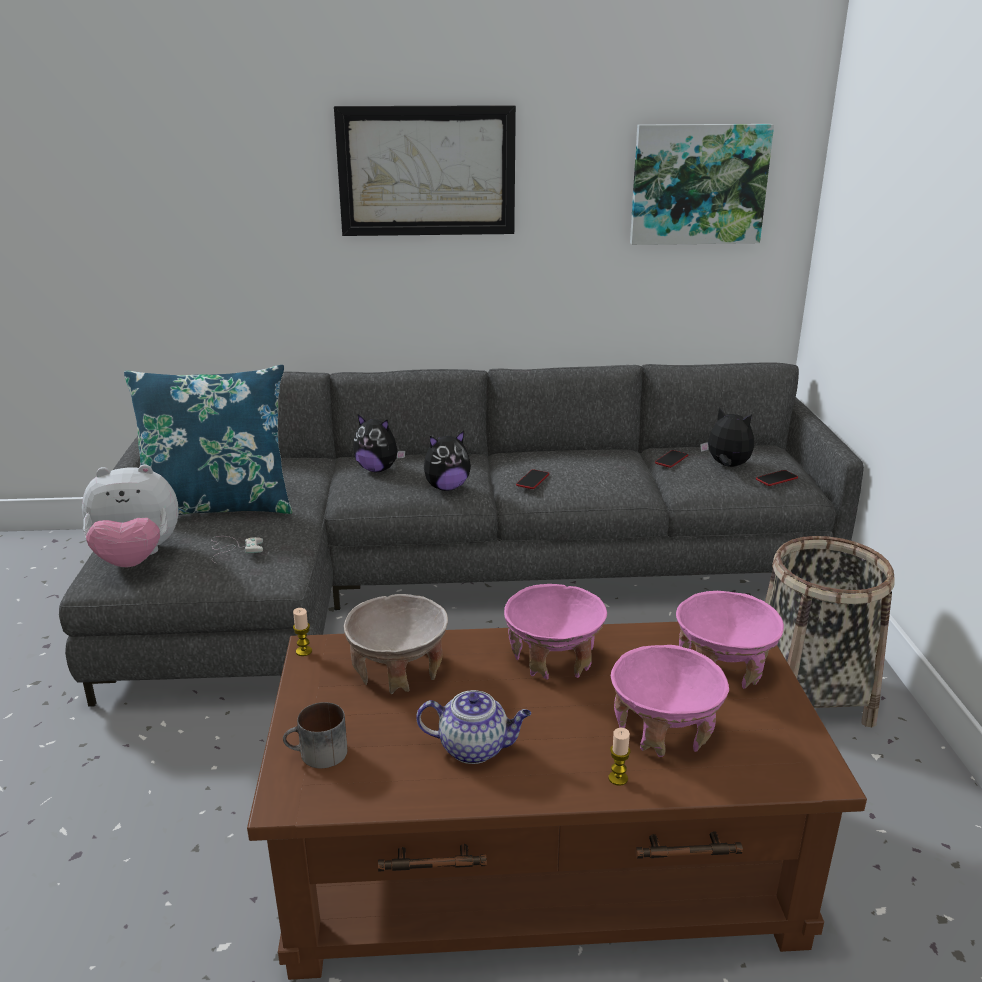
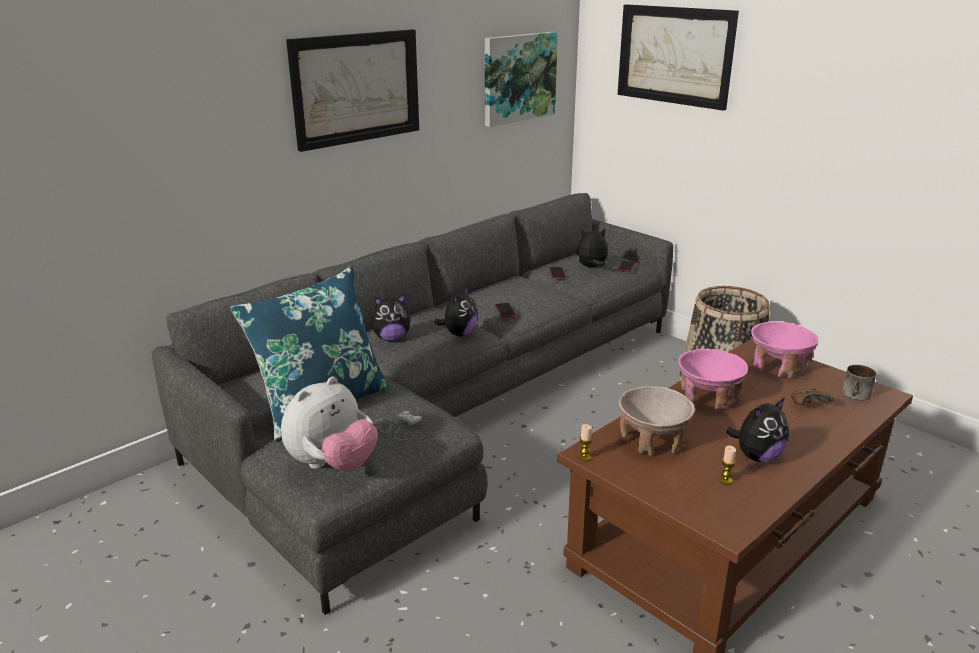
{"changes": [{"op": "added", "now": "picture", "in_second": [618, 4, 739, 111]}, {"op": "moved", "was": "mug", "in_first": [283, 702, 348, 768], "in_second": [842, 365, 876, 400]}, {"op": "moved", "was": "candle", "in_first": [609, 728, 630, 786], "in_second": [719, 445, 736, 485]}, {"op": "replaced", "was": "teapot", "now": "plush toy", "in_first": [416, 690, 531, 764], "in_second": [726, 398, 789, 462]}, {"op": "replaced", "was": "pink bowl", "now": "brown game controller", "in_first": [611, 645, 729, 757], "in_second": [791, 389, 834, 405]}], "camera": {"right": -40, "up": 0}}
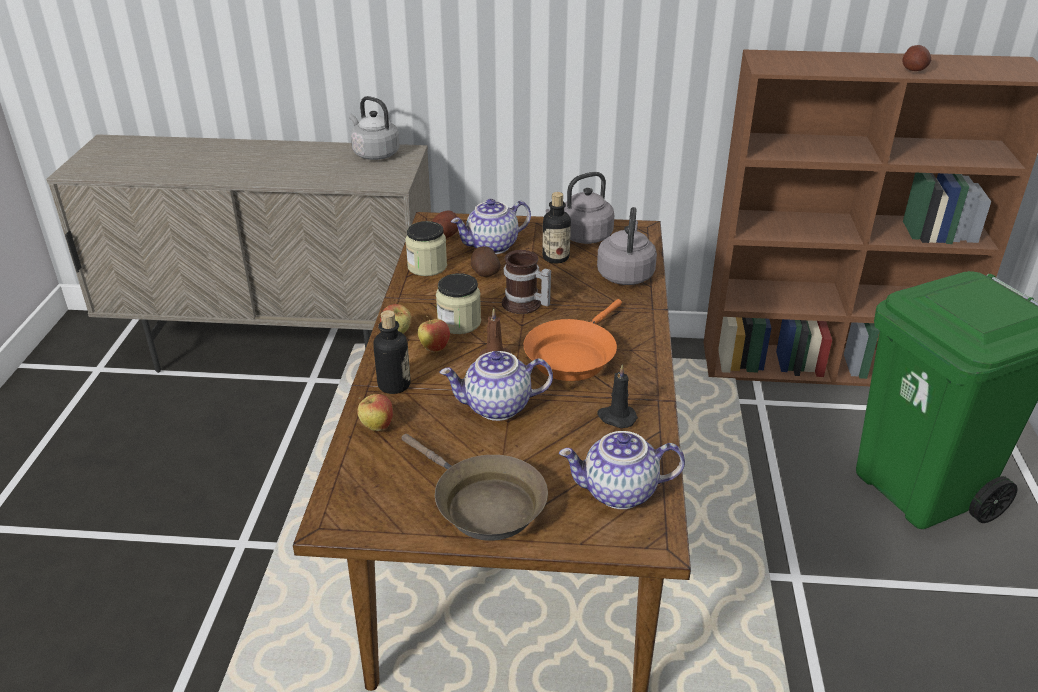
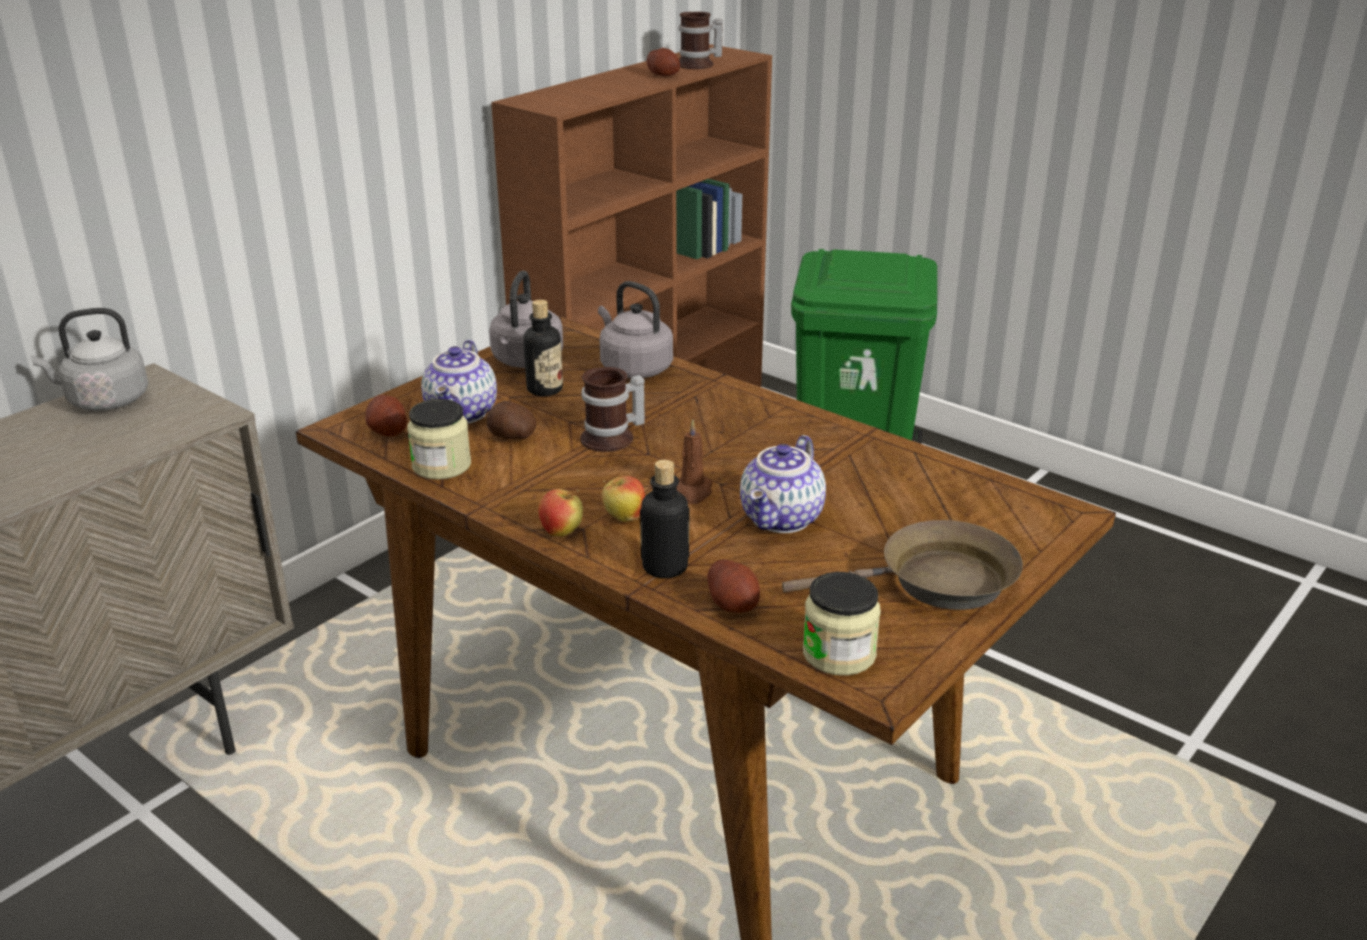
{"changes": [{"op": "removed", "was": "orange frying pan", "in_first": [524, 299, 622, 381]}, {"op": "removed", "was": "teapot", "in_first": [559, 431, 685, 509]}, {"op": "removed", "was": "black candle", "in_first": [597, 365, 638, 428]}, {"op": "added", "now": "mug", "in_second": [679, 12, 723, 69]}, {"op": "moved", "was": "jar", "in_first": [436, 273, 481, 334], "in_second": [803, 572, 881, 676]}, {"op": "replaced", "was": "apple", "now": "potato", "in_first": [357, 394, 393, 431], "in_second": [707, 559, 760, 613]}], "camera": {"right": -55, "up": -5}}
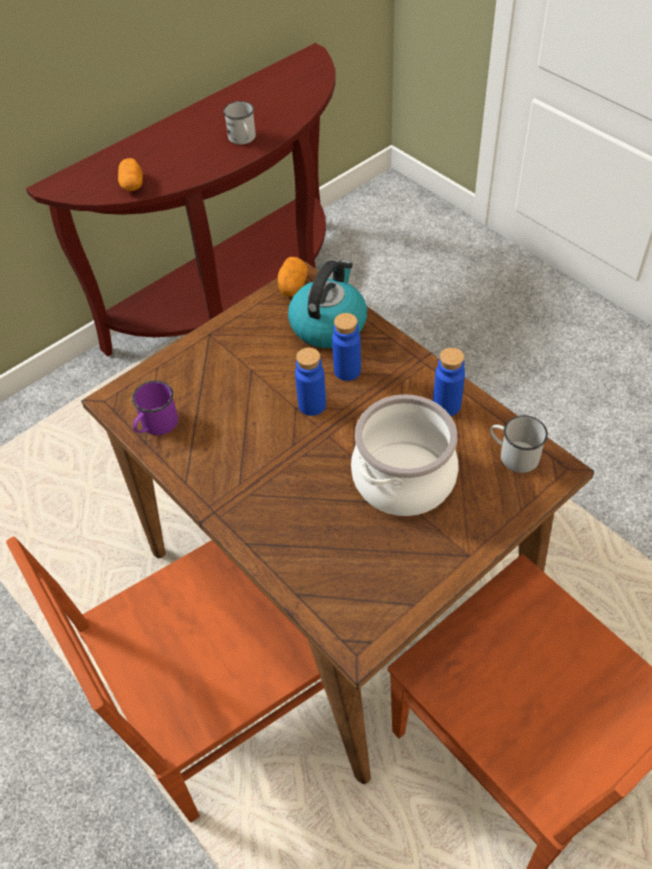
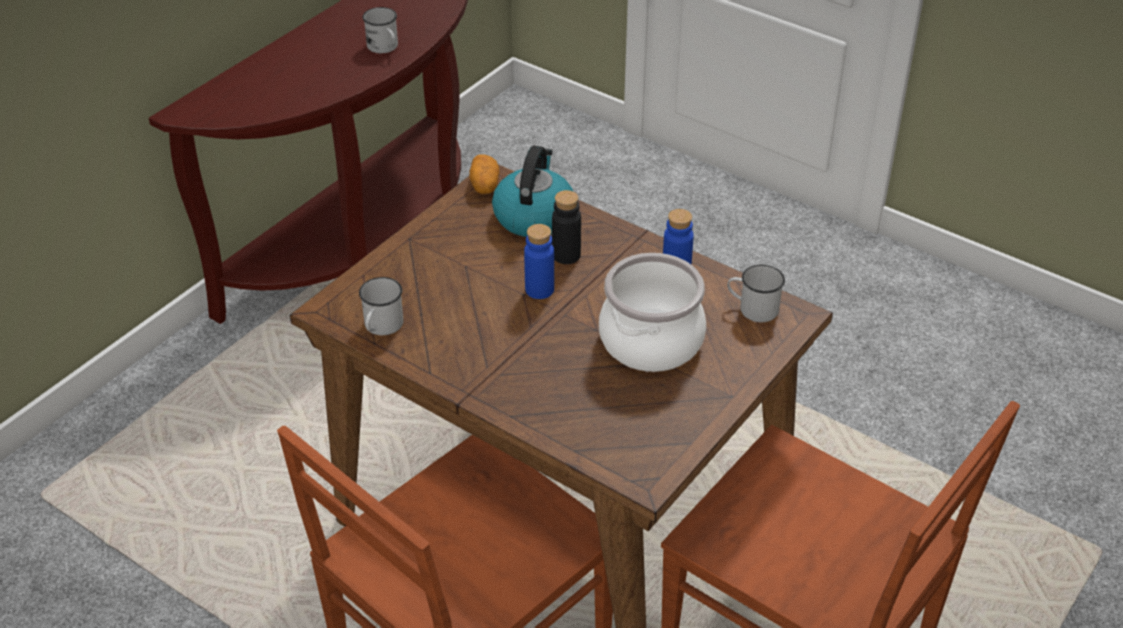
{"changes": [{"op": "removed", "was": "potato", "in_first": [118, 158, 143, 191]}, {"op": "recoloured", "was": "purple mug", "now": "white mug", "in_first": [132, 380, 178, 435], "in_second": [359, 277, 404, 335]}, {"op": "recoloured", "was": "blue bottle", "now": "black bottle", "in_first": [332, 313, 361, 381], "in_second": [552, 190, 581, 264]}], "camera": {"right": -15, "up": -10}}
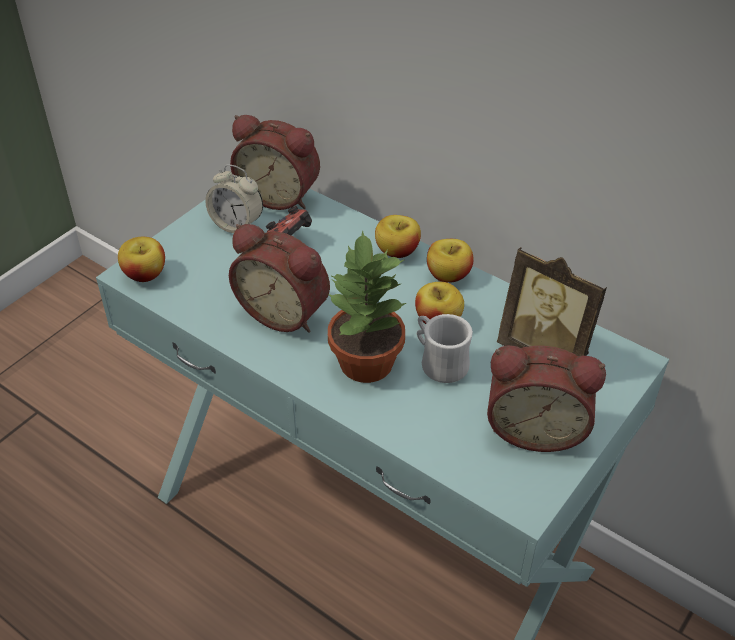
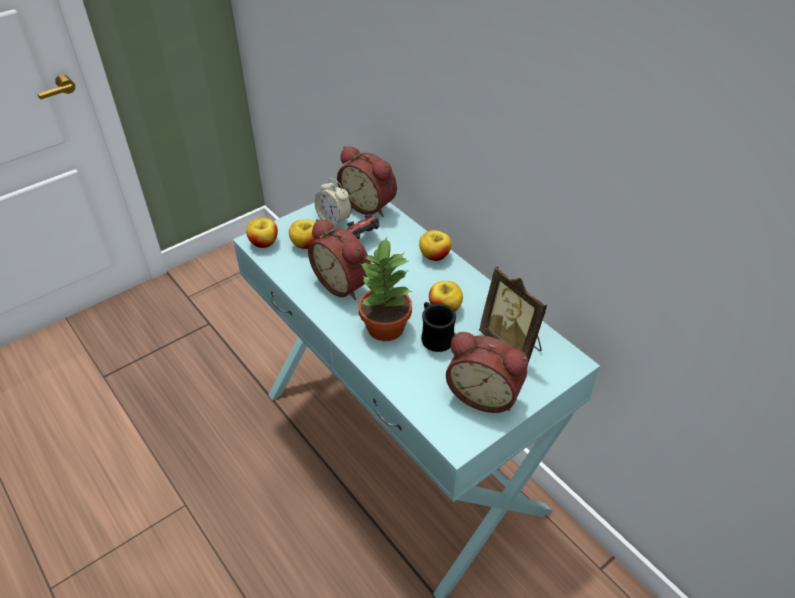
{"changes": [{"op": "moved", "was": "apple", "in_first": [427, 239, 474, 283], "in_second": [289, 219, 320, 249]}, {"op": "recoloured", "was": "white mug", "now": "black mug", "in_first": [417, 314, 473, 383], "in_second": [421, 302, 456, 352]}], "camera": {"right": 15, "up": 0}}
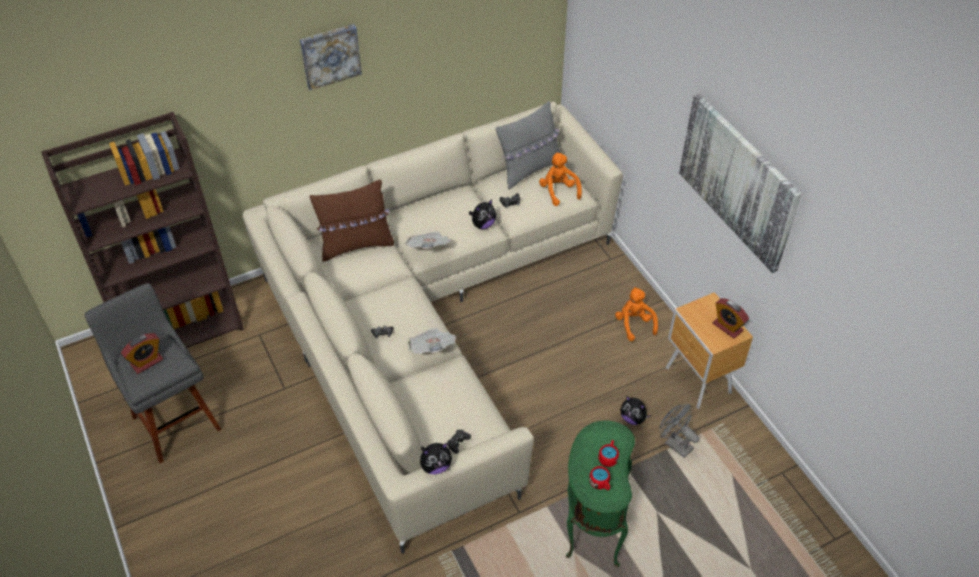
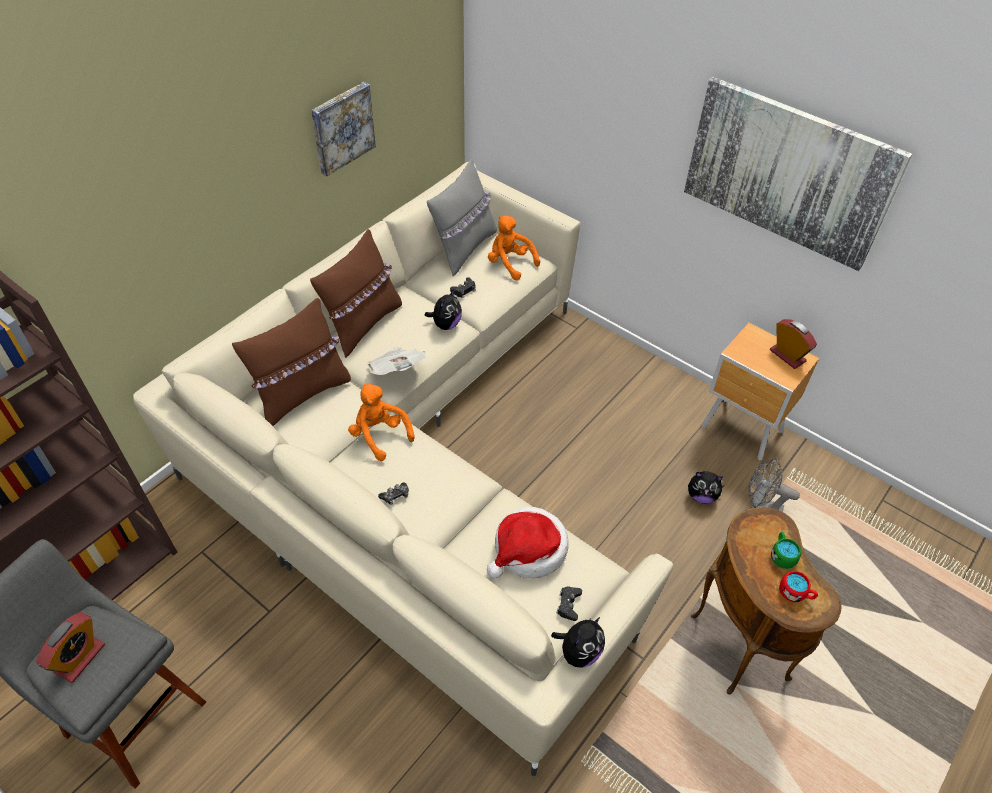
{"changes": [{"op": "removed", "was": "newspaper", "in_first": [407, 327, 456, 354]}, {"op": "added", "now": "brown pillow", "in_second": [310, 229, 402, 358]}, {"op": "added", "now": "hat", "in_second": [487, 507, 569, 579]}, {"op": "moved", "was": "picture", "in_first": [300, 24, 362, 90], "in_second": [311, 82, 376, 176]}, {"op": "moved", "was": "orange plush toy", "in_first": [615, 287, 658, 341], "in_second": [348, 383, 414, 461]}, {"op": "recoloured", "was": "green side table", "now": "brown side table", "in_first": [566, 421, 635, 567], "in_second": [691, 507, 841, 694]}, {"op": "recoloured", "was": "red mug", "now": "green mug", "in_first": [598, 440, 619, 467], "in_second": [771, 532, 801, 569]}, {"op": "turned", "was": "alarm clock", "in_first": [713, 298, 749, 339], "in_second": [770, 319, 817, 369], "clockwise": -150}], "camera": {"right": -25, "up": 0}}
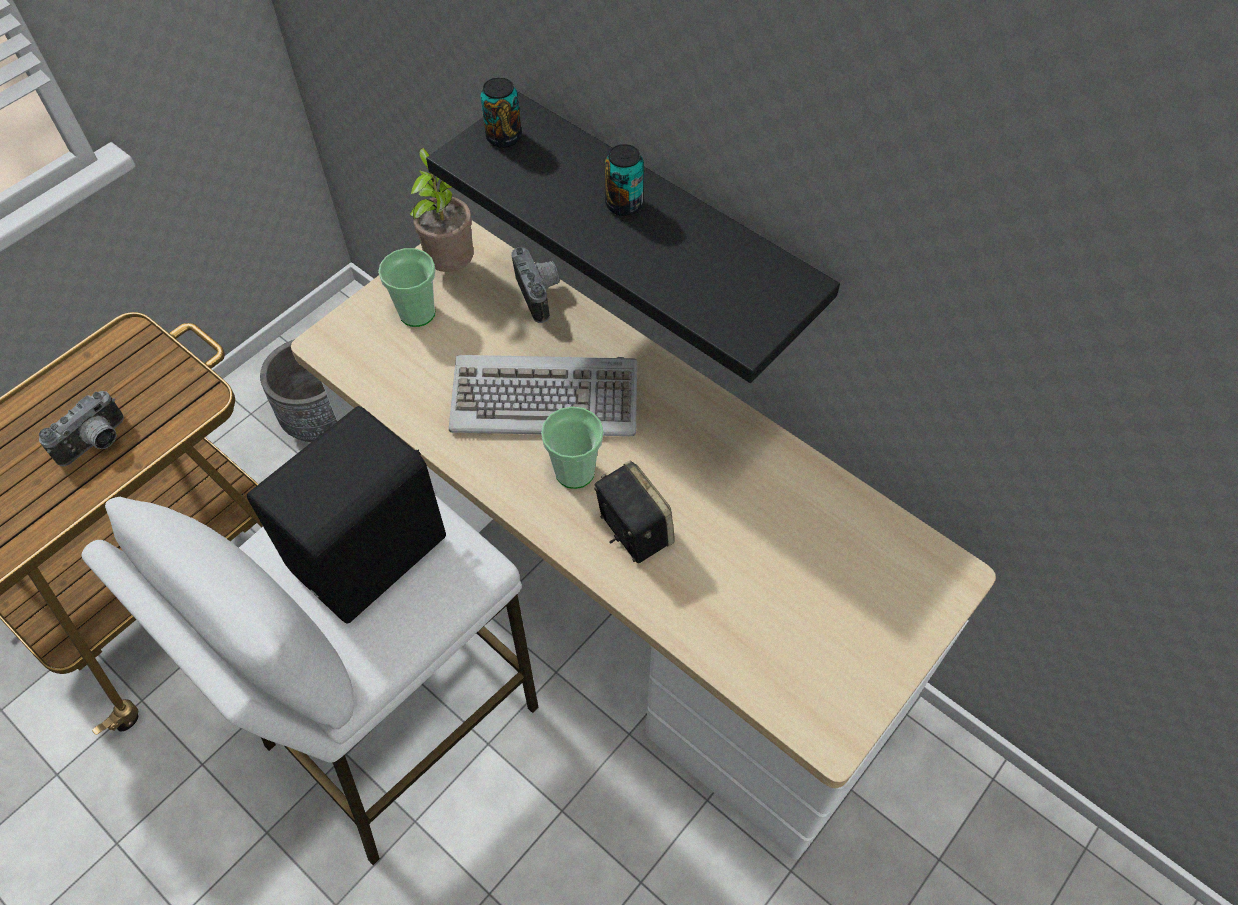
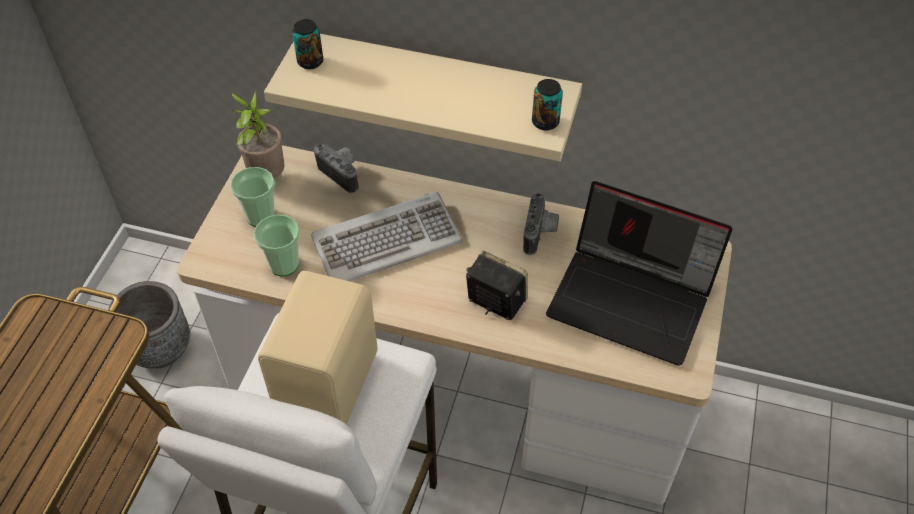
{"changes": [{"op": "added", "now": "laptop", "in_second": [546, 181, 733, 366]}, {"op": "moved", "was": "photo camera", "in_first": [39, 391, 124, 466], "in_second": [523, 193, 559, 255]}, {"op": "moved", "was": "cup", "in_first": [541, 406, 604, 489], "in_second": [254, 215, 300, 277]}, {"op": "moved", "was": "can", "in_first": [605, 144, 644, 216], "in_second": [532, 79, 563, 130]}, {"op": "recoloured", "was": "black speaker", "now": "beige speaker", "in_first": [247, 406, 446, 623], "in_second": [258, 271, 378, 425]}, {"op": "recoloured", "was": "black shelf", "now": "beige shelf", "in_first": [426, 92, 840, 383], "in_second": [264, 34, 582, 161]}], "camera": {"right": -25, "up": -5}}
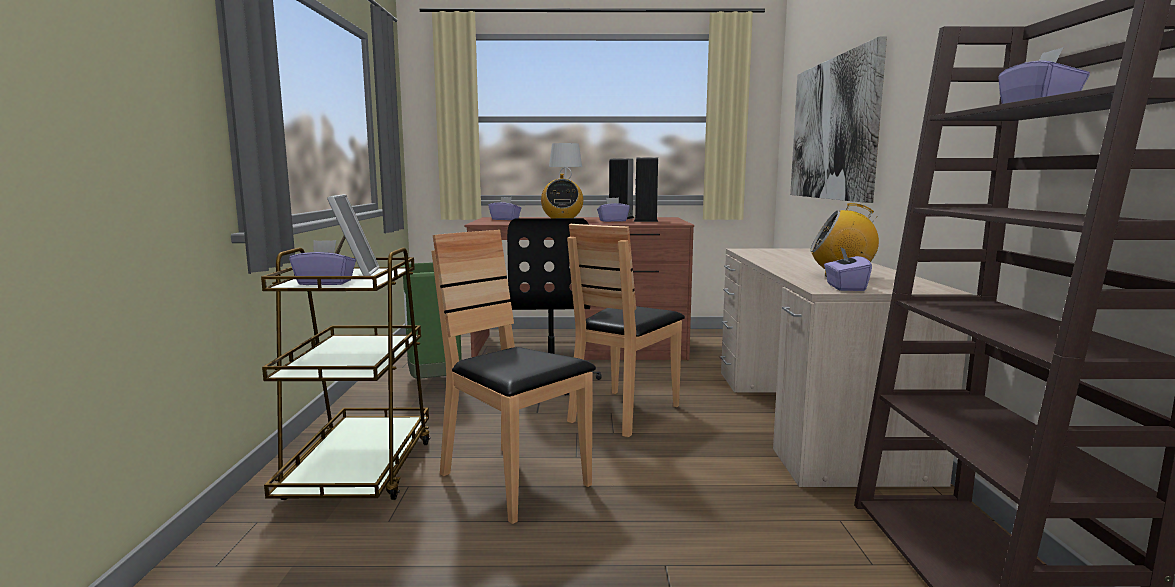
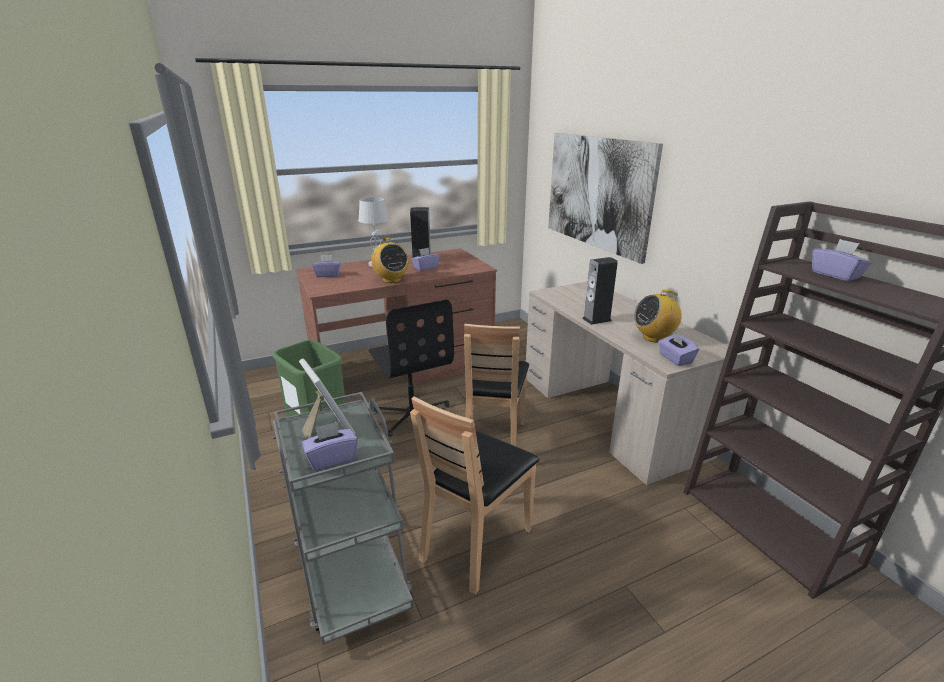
{"changes": [{"op": "moved", "was": "speaker", "in_first": [634, 158, 658, 222], "in_second": [582, 257, 618, 325]}, {"op": "recoloured", "was": "brown cart", "now": "grey cart", "in_first": [261, 247, 430, 500], "in_second": [273, 392, 414, 645]}, {"op": "turned", "was": "brown chair", "in_first": [431, 230, 596, 524], "in_second": [410, 396, 539, 594], "clockwise": -75}], "camera": {"right": -25, "up": 15}}
